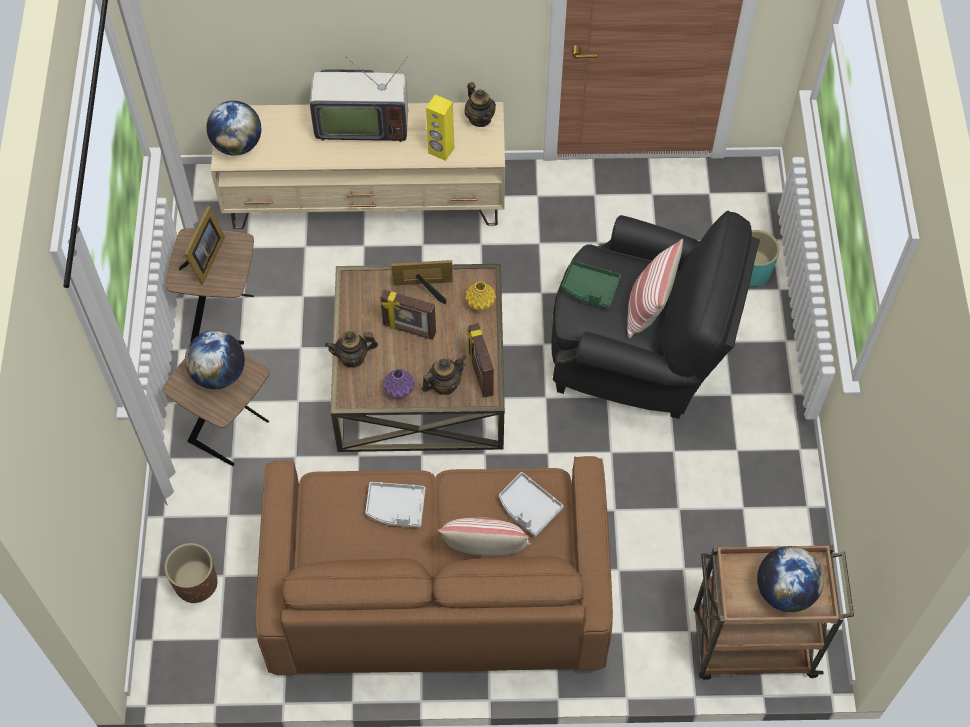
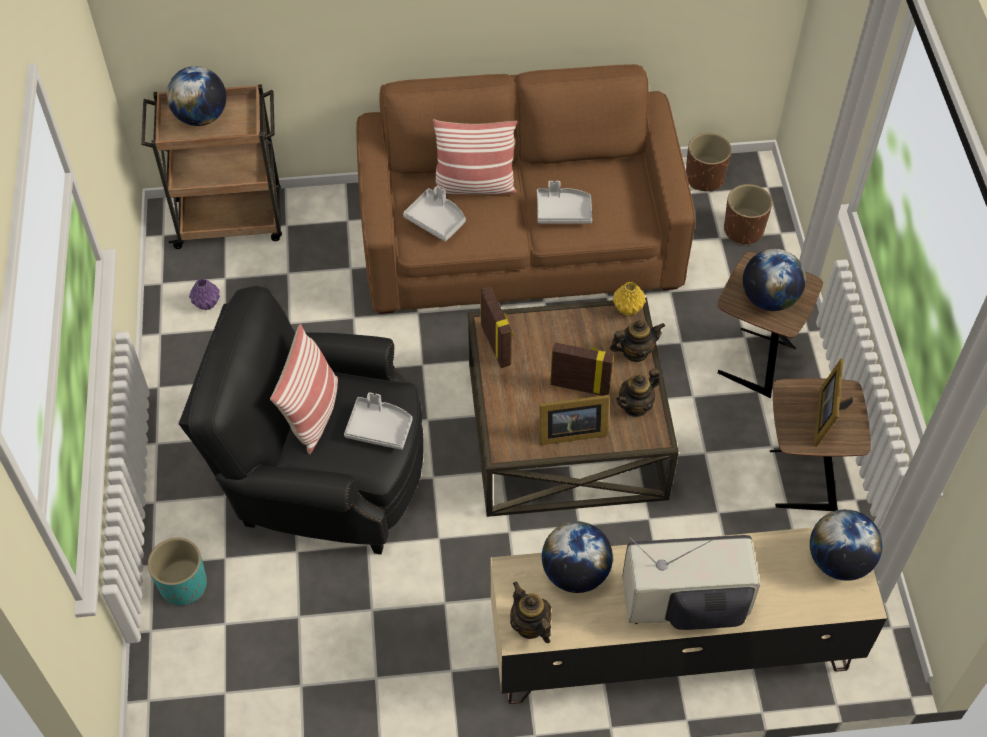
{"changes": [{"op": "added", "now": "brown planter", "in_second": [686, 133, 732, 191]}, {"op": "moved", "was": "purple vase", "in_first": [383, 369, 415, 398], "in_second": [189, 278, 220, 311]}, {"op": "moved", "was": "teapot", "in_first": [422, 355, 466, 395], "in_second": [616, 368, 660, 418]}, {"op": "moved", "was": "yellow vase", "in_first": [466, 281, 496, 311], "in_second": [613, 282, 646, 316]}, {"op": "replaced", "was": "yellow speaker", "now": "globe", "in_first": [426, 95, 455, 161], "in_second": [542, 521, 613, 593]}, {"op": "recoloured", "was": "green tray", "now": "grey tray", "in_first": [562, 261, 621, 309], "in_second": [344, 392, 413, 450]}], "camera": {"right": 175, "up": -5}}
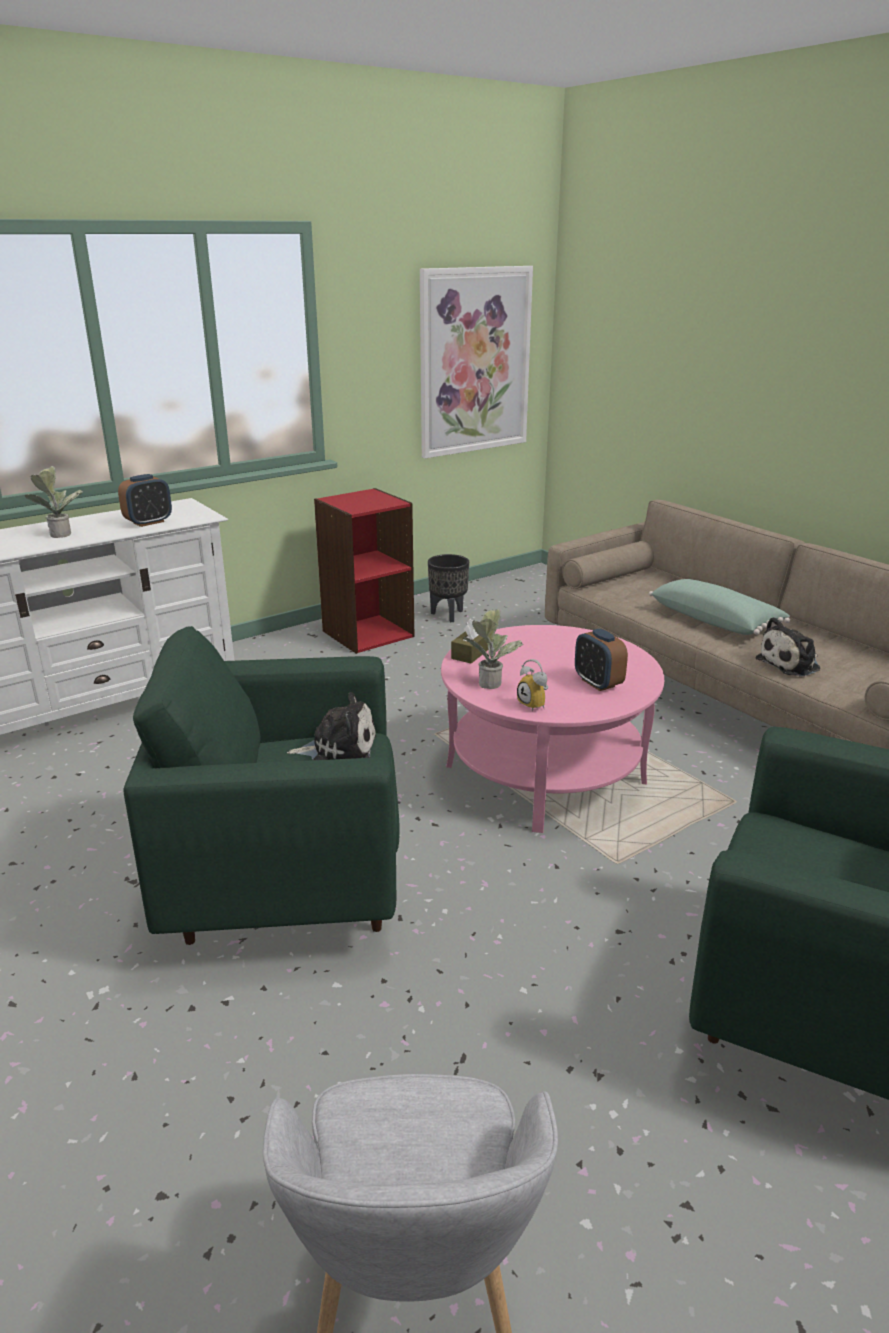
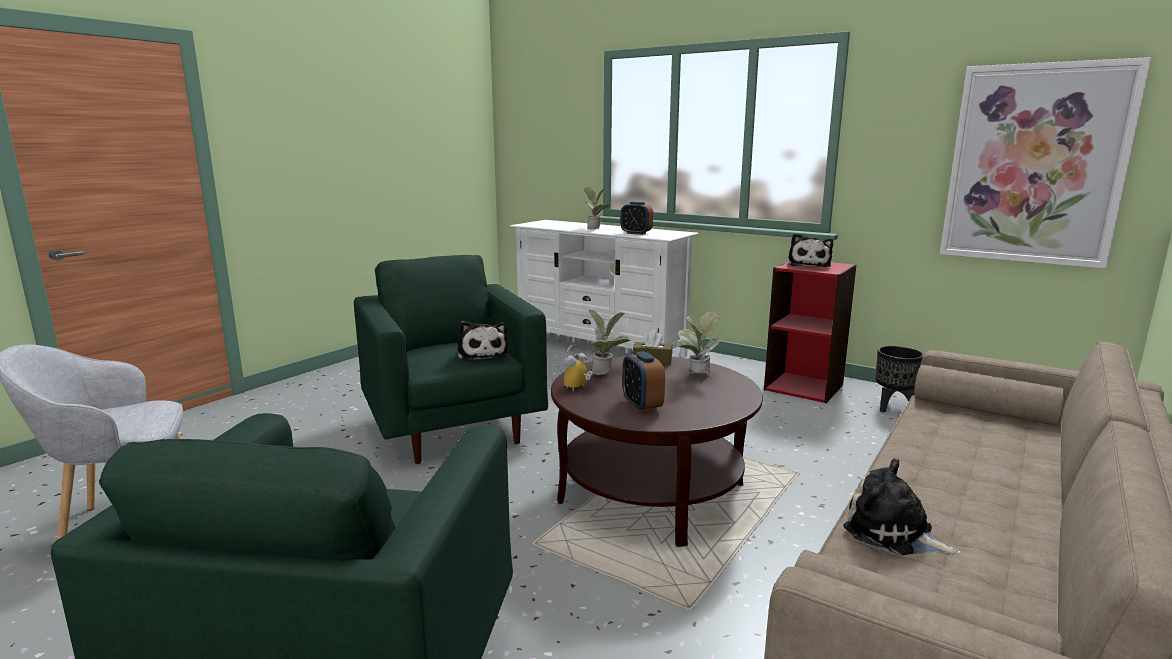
{"changes": [{"op": "removed", "was": "green pillow", "in_first": [649, 579, 790, 635]}, {"op": "added", "now": "potted plant", "in_second": [677, 311, 720, 374]}, {"op": "added", "now": "plush toy", "in_second": [788, 233, 833, 267]}, {"op": "recoloured", "was": "pink coffee table", "now": "brown coffee table", "in_first": [441, 625, 664, 833], "in_second": [551, 356, 763, 547]}, {"op": "turned", "was": "alarm clock", "in_first": [575, 628, 628, 691], "in_second": [622, 351, 665, 412], "clockwise": -60}], "camera": {"right": 70, "up": -10}}
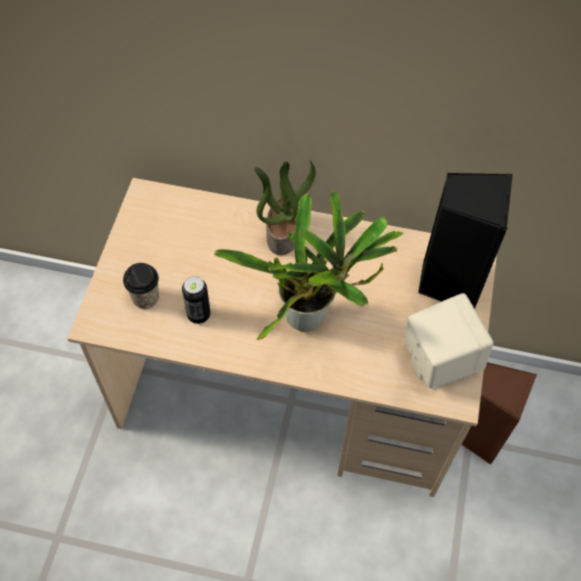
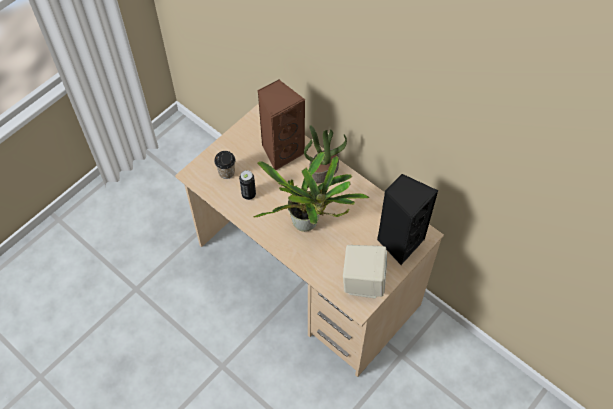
{"changes": [{"op": "moved", "was": "brown speaker", "in_first": [462, 362, 537, 465], "in_second": [257, 80, 305, 170]}], "camera": {"right": 30, "up": 0}}
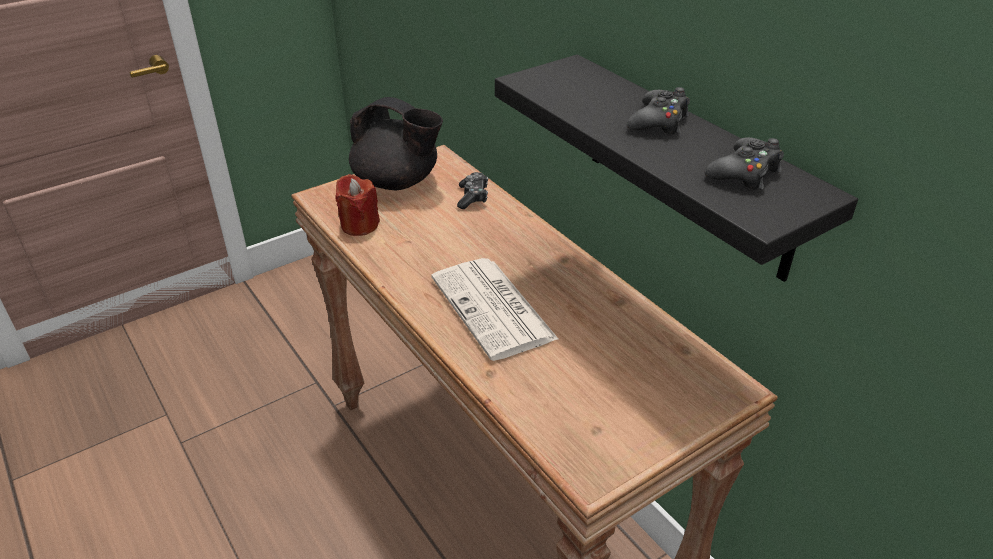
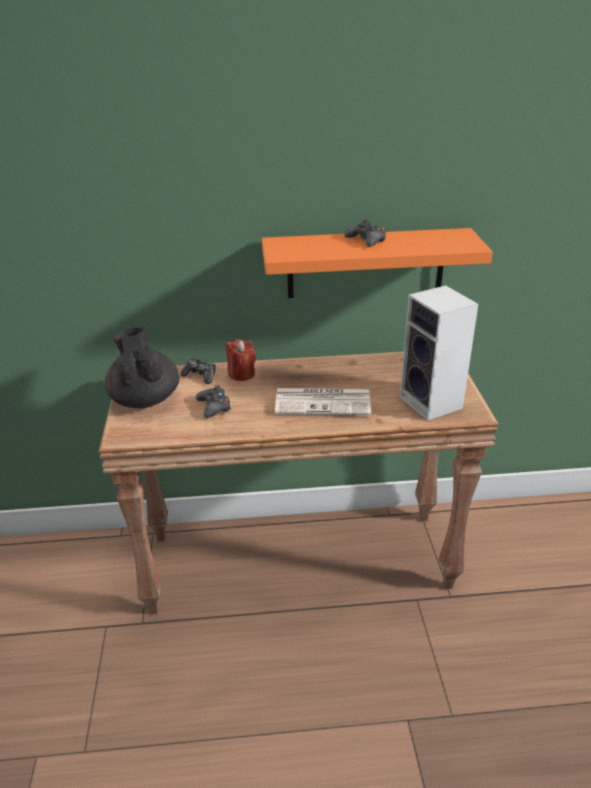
{"changes": [{"op": "added", "now": "speaker", "in_second": [400, 285, 478, 420]}, {"op": "moved", "was": "red candle", "in_first": [335, 174, 380, 236], "in_second": [226, 339, 256, 381]}, {"op": "moved", "was": "black game controller", "in_first": [705, 137, 784, 190], "in_second": [196, 385, 231, 418]}, {"op": "recoloured", "was": "black shelf", "now": "orange shelf", "in_first": [495, 54, 858, 282], "in_second": [262, 228, 493, 298]}, {"op": "turned", "was": "black teapot", "in_first": [349, 97, 443, 190], "in_second": [105, 327, 179, 408], "clockwise": -75}], "camera": {"right": -60, "up": -5}}
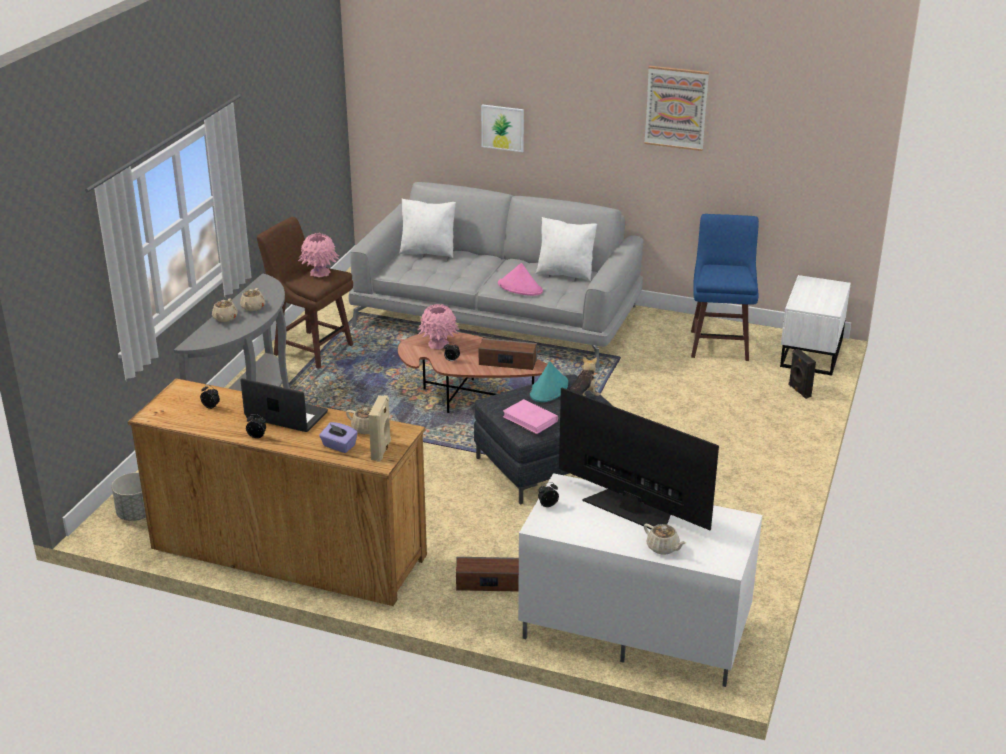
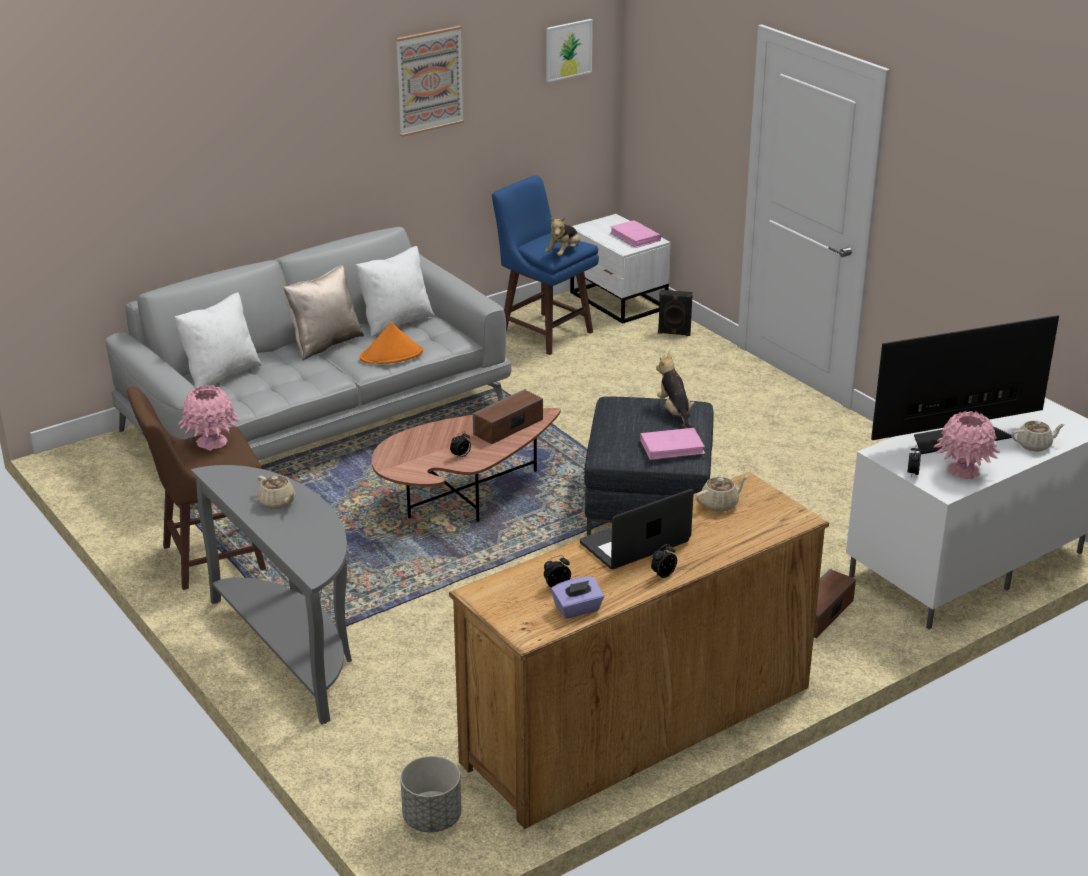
{"changes": [{"op": "removed", "was": "beige teapot", "in_first": [212, 298, 238, 322]}, {"op": "removed", "was": "beige speaker", "in_first": [368, 395, 391, 462]}, {"op": "removed", "was": "turquoise hat", "in_first": [530, 361, 568, 402]}, {"op": "added", "now": "beige pillow", "in_second": [283, 265, 364, 360]}, {"op": "added", "now": "plush toy", "in_second": [545, 217, 580, 256]}, {"op": "added", "now": "pink book", "in_second": [610, 220, 661, 248]}, {"op": "moved", "was": "purple tissue box", "in_first": [319, 422, 358, 453], "in_second": [551, 576, 604, 619]}, {"op": "moved", "was": "pink vase", "in_first": [418, 304, 459, 350], "in_second": [934, 411, 1000, 480]}, {"op": "moved", "was": "picture", "in_first": [481, 104, 524, 152], "in_second": [546, 19, 593, 82]}, {"op": "recoloured", "was": "pink hat", "now": "orange hat", "in_first": [498, 263, 543, 296], "in_second": [360, 322, 423, 364]}], "camera": {"right": -55, "up": 0}}
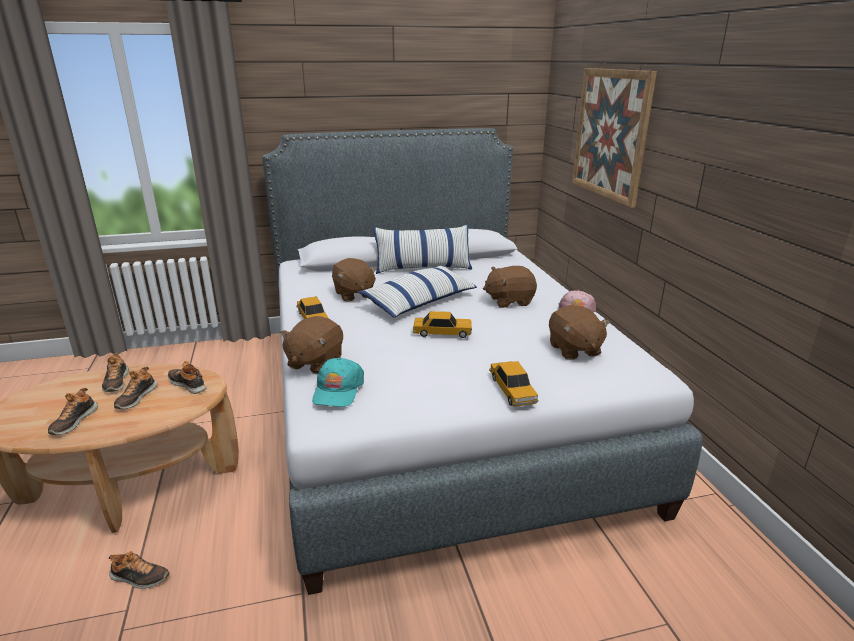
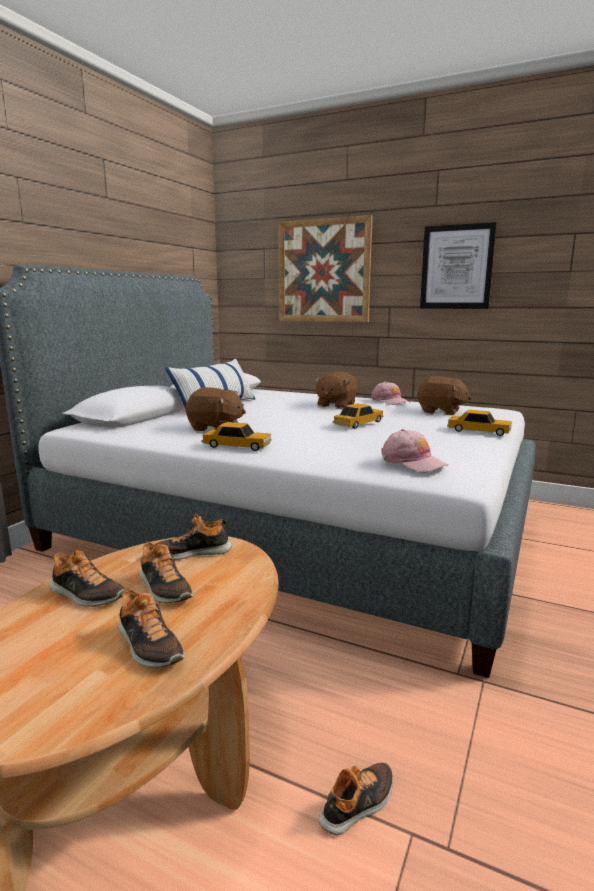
{"changes": [{"op": "removed", "was": "brown plush toy", "in_first": [280, 316, 343, 374]}, {"op": "removed", "was": "pillow", "in_first": [359, 265, 477, 318]}, {"op": "added", "now": "picture", "in_second": [420, 222, 497, 309]}, {"op": "recoloured", "was": "turquoise cap", "now": "pink cap", "in_first": [312, 358, 364, 407], "in_second": [381, 429, 449, 472]}], "camera": {"right": -50, "up": -10}}
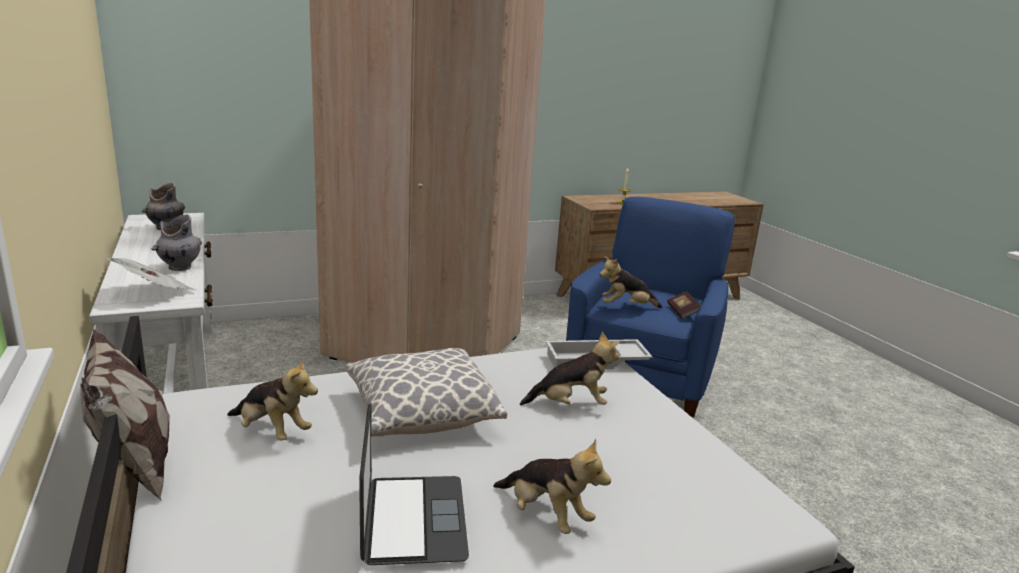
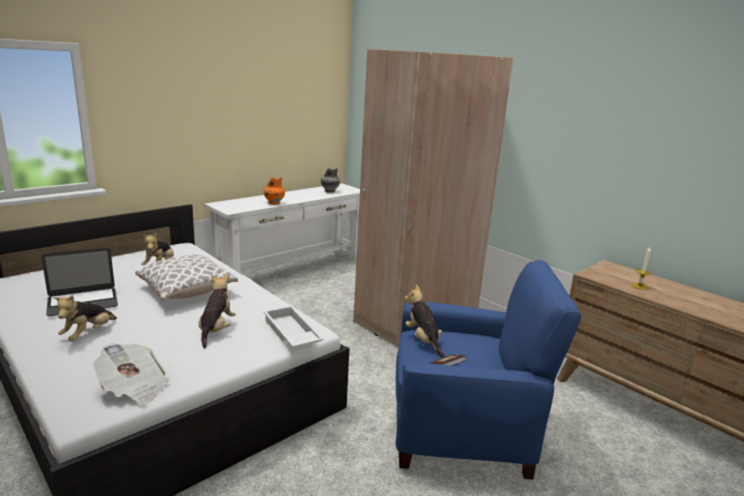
{"changes": [{"op": "removed", "was": "pillow", "in_first": [80, 329, 170, 502]}, {"op": "moved", "was": "newspaper", "in_first": [106, 258, 196, 290], "in_second": [93, 343, 169, 405]}, {"op": "recoloured", "was": "grey vase", "now": "orange vase", "in_first": [151, 214, 202, 271], "in_second": [264, 177, 285, 204]}, {"op": "turned", "was": "plush toy", "in_first": [520, 332, 620, 406], "in_second": [198, 274, 236, 349], "clockwise": -150}], "camera": {"right": 70, "up": 0}}
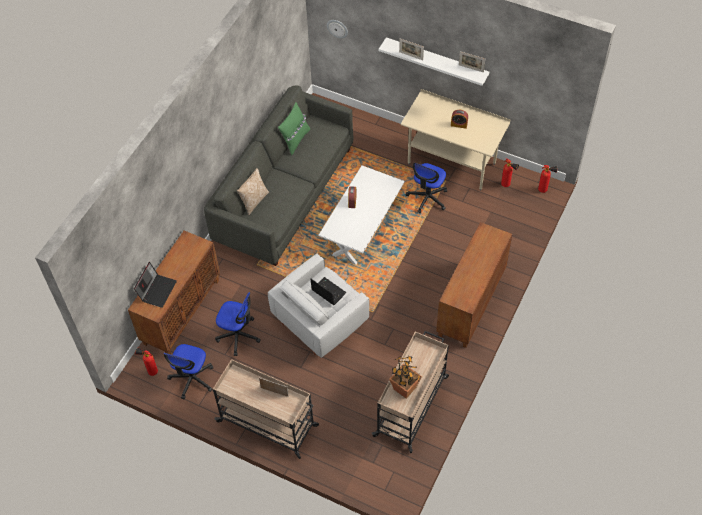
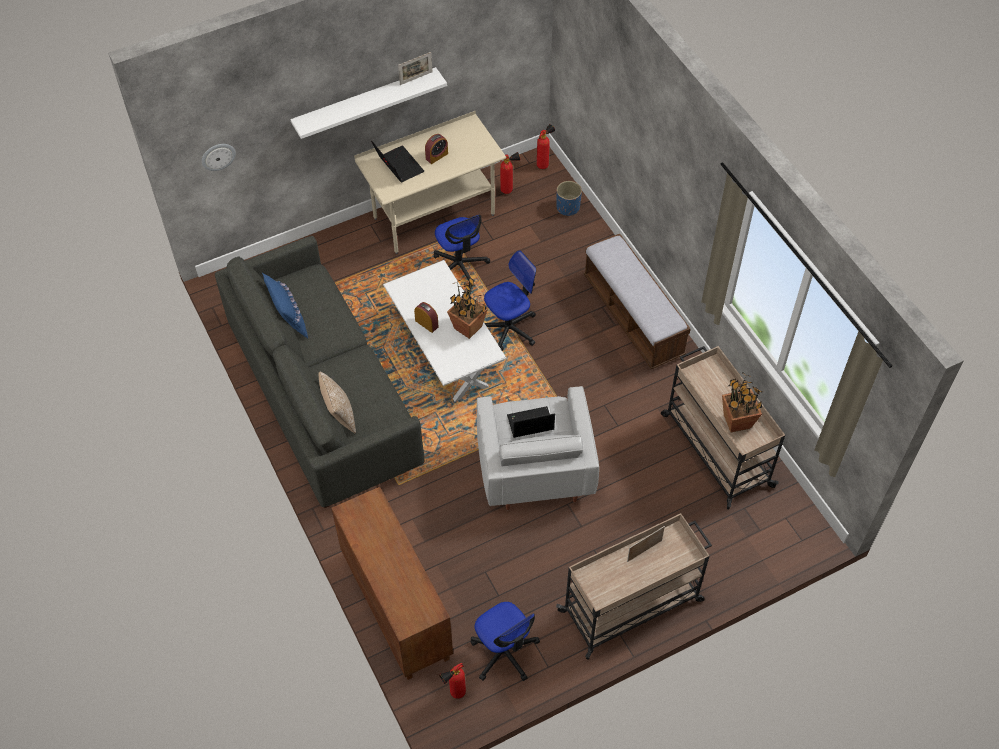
{"changes": [{"op": "removed", "was": "picture frame", "in_first": [399, 38, 424, 60]}, {"op": "added", "now": "potted plant", "in_second": [447, 277, 488, 339]}, {"op": "added", "now": "blue planter", "in_second": [556, 181, 582, 216]}, {"op": "moved", "was": "laptop", "in_first": [134, 262, 177, 308], "in_second": [371, 141, 424, 182]}, {"op": "moved", "was": "office chair", "in_first": [215, 292, 261, 356], "in_second": [484, 250, 536, 351]}, {"op": "replaced", "was": "brown cabinet", "now": "bench", "in_first": [436, 222, 512, 348], "in_second": [584, 234, 691, 369]}, {"op": "recoloured", "was": "green pillow", "now": "blue pillow", "in_first": [278, 102, 310, 155], "in_second": [262, 273, 308, 338]}], "camera": {"right": -55, "up": 0}}
